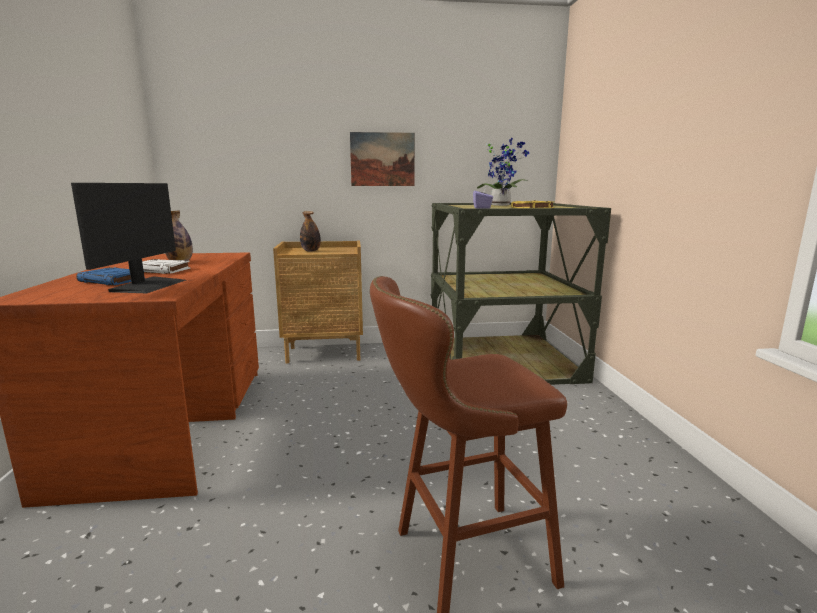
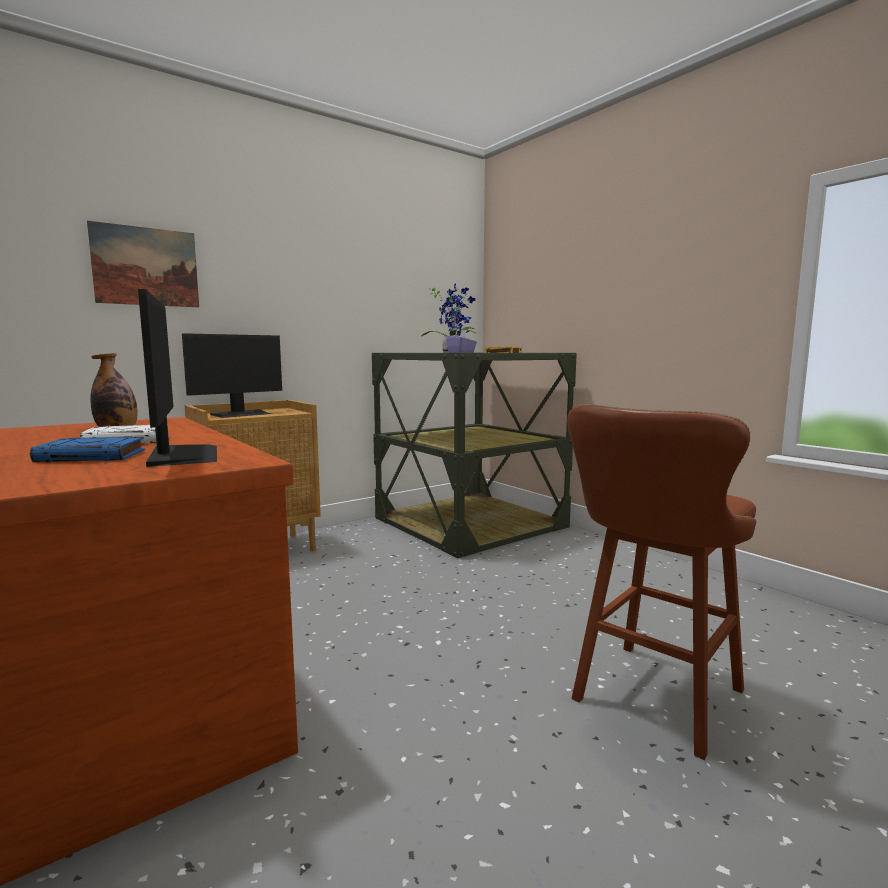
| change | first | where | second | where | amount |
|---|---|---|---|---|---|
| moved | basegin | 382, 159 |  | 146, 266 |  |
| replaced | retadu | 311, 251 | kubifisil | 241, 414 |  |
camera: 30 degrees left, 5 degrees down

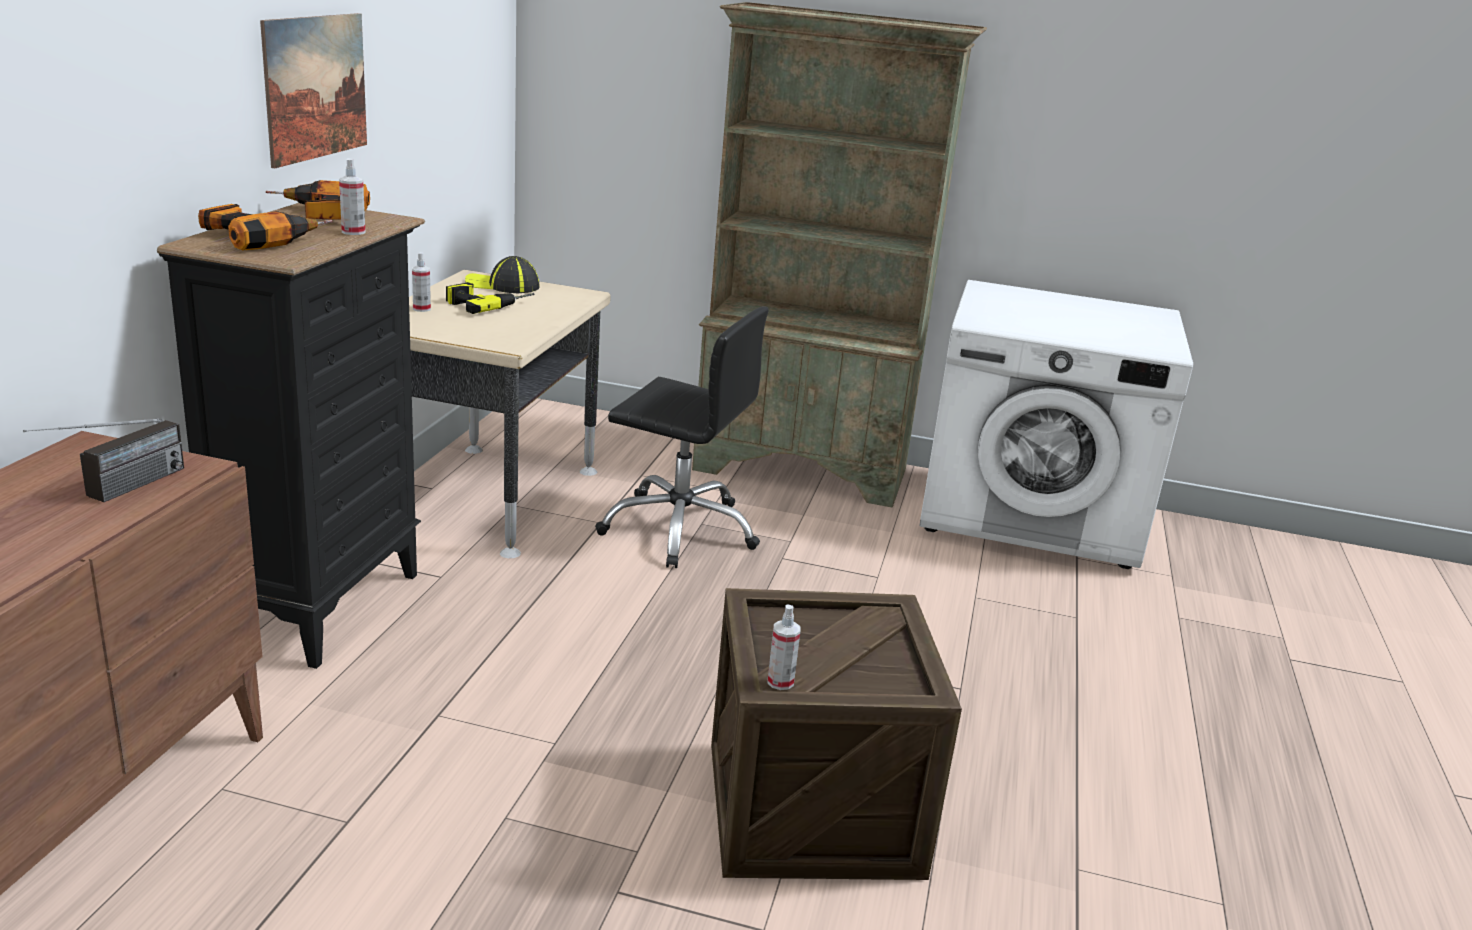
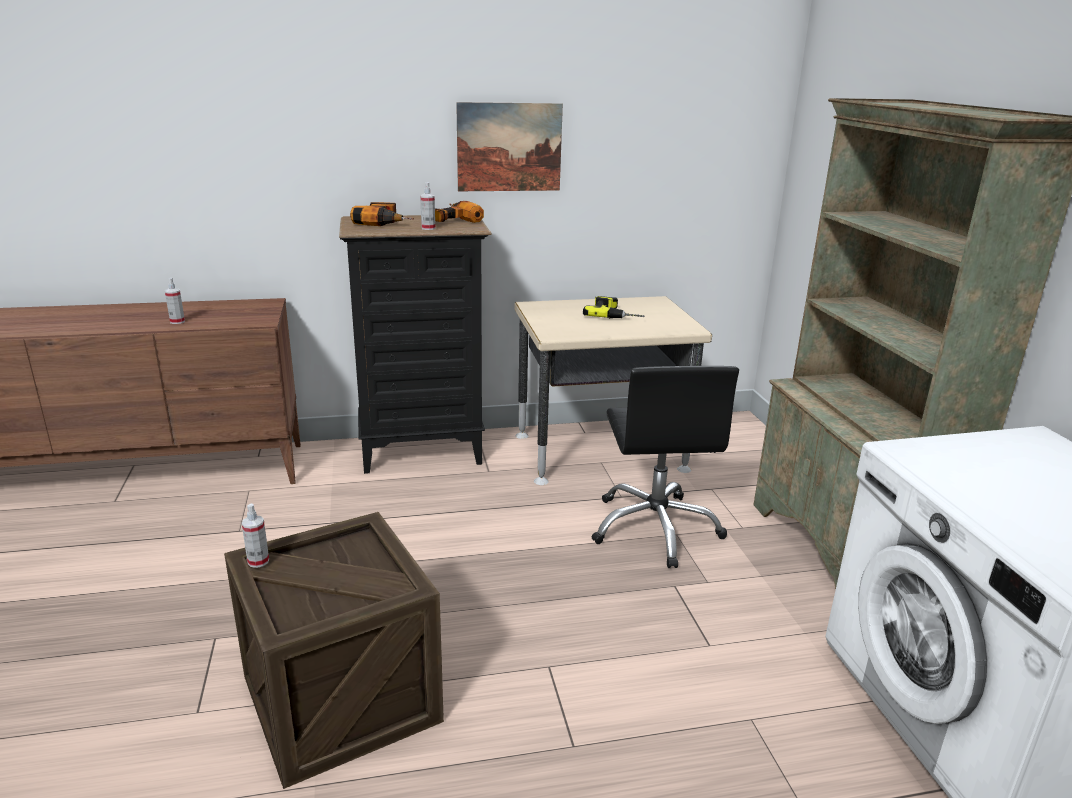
| change | first | where | second | where | amount |
|---|---|---|---|---|---|
| moved | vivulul | 421, 309 |  | 177, 321 |  |
| removed | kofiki | 116, 492 |  |  |  |
| removed | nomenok | 503, 286 |  |  |  |
camera: 65 degrees right, 0 degrees up

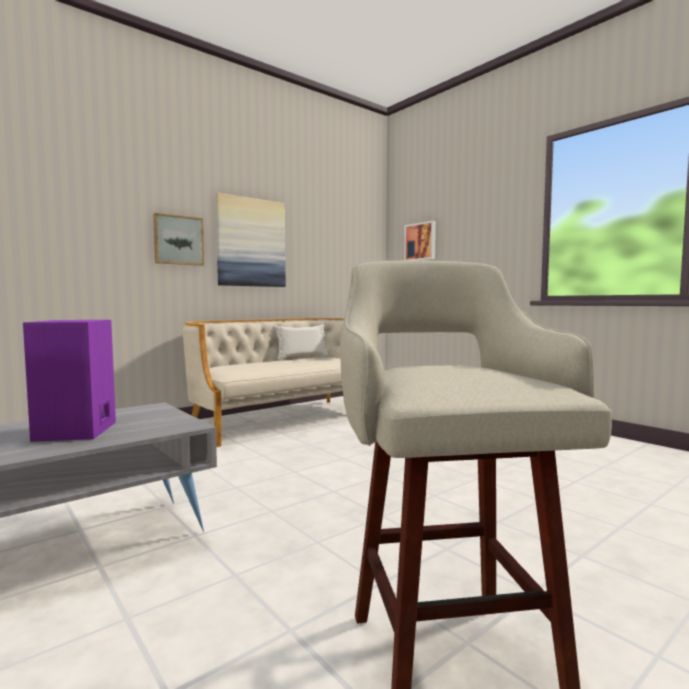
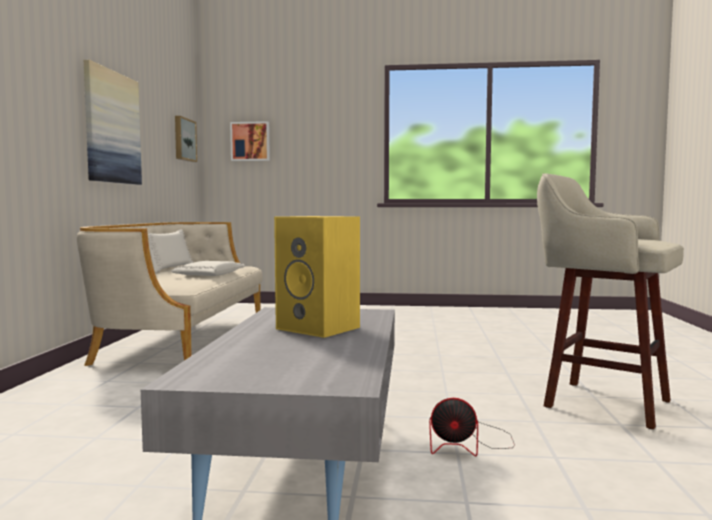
| change | first | where | second | where | amount |
|---|---|---|---|---|---|
| added |  |  | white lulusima | 210, 274 |  |
| moved | basegin | 178, 240 |  | 184, 139 |  |
| recoloured | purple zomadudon | 77, 431 | yellow zomadudon | 320, 328 |  |
| added |  |  | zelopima | 468, 444 |  |
camera: 45 degrees left, 0 degrees up

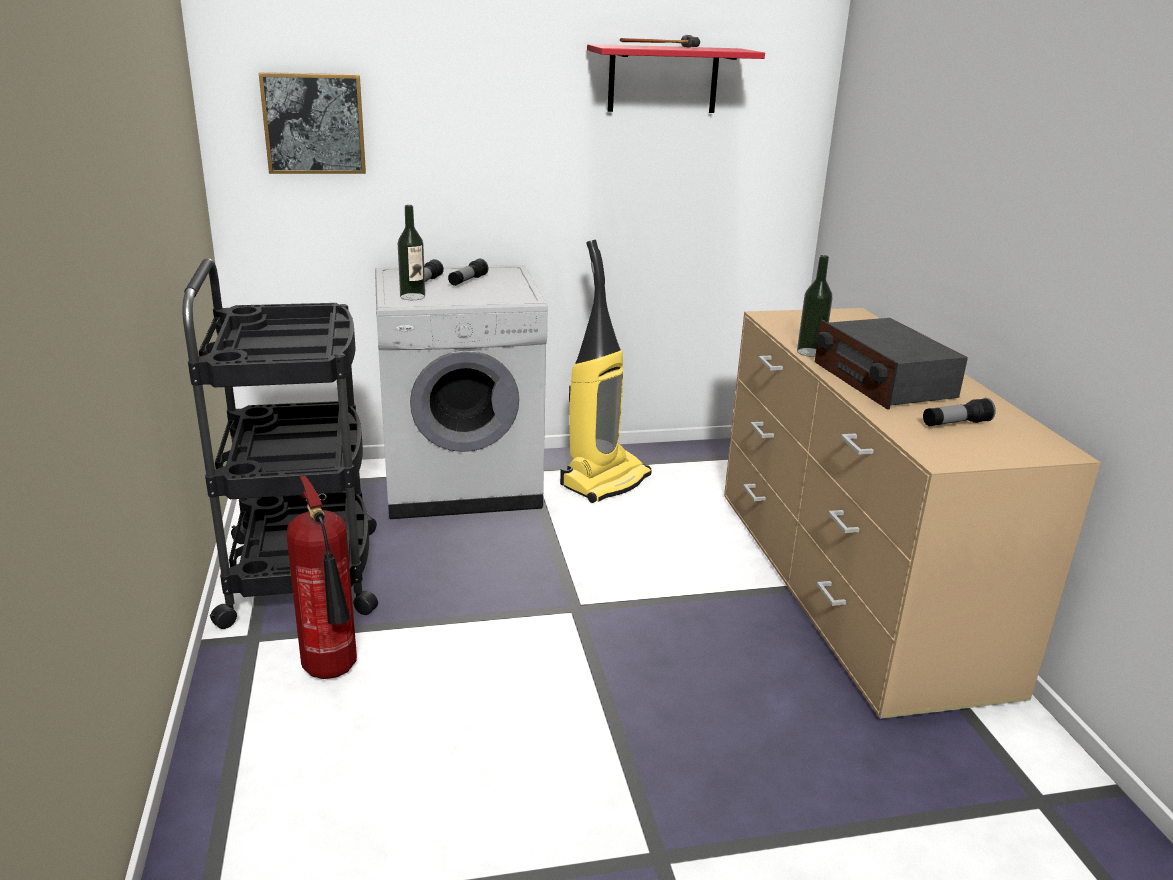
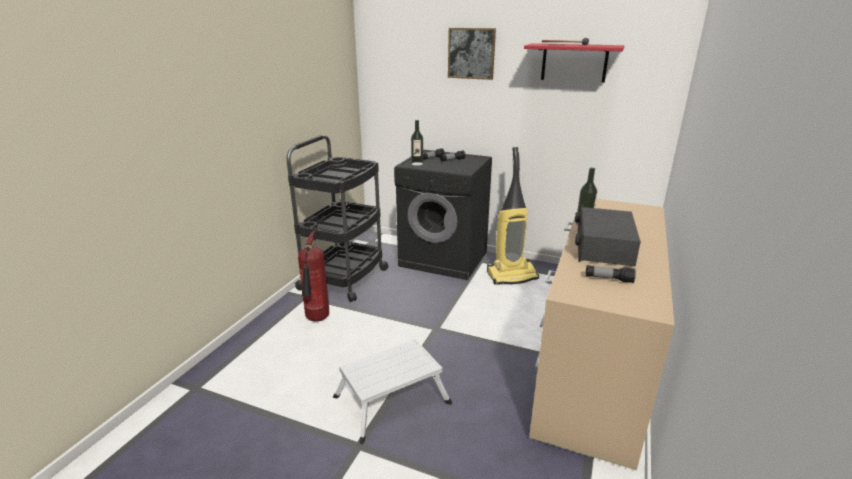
| change | first | where | second | where | amount |
|---|---|---|---|---|---|
| added |  |  | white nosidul | 392, 399 |  |
| recoloured | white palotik | 462, 485 | black palotik | 443, 260 |  |
| moved | basegin | 314, 124 |  | 471, 53 |  |
camera: 35 degrees right, 0 degrees up

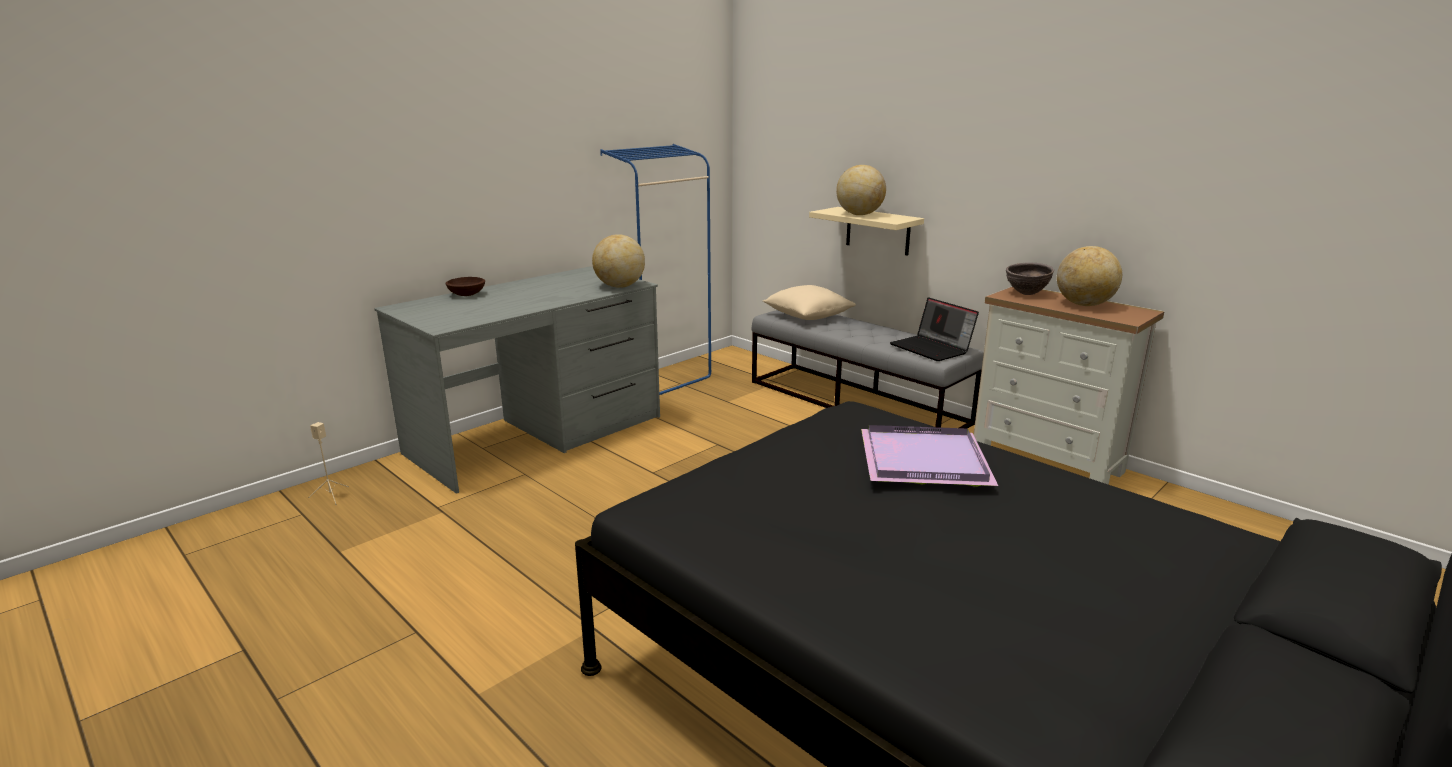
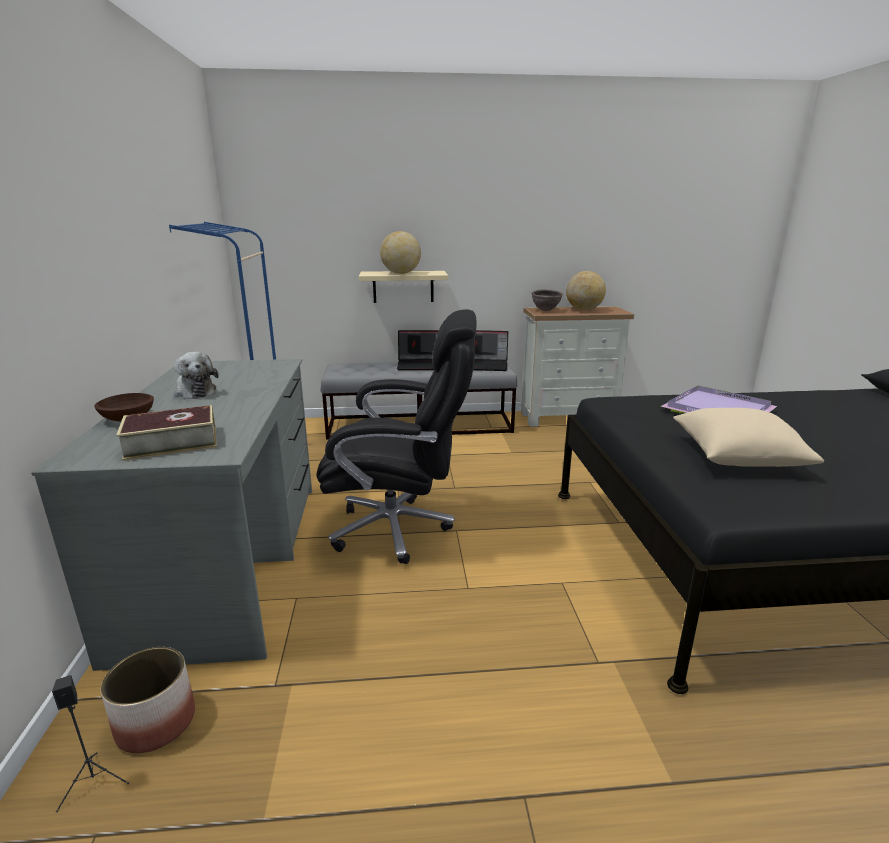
| change | first | where | second | where | amount |
|---|---|---|---|---|---|
| recoloured | beige zomadudon | 331, 496 | black zomadudon | 95, 781 |  |
| added |  |  | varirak | 155, 723 |  |
| added |  |  | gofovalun | 172, 443 |  |
| added |  |  | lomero | 195, 391 |  |
| added |  |  | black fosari | 399, 530 |  |
| added |  |  | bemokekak | 423, 365 |  |
| moved | beige lulusima | 807, 316 |  | 737, 458 |  |
| removed | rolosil | 619, 286 |  |  |  |
camera: 50 degrees left, 0 degrees up

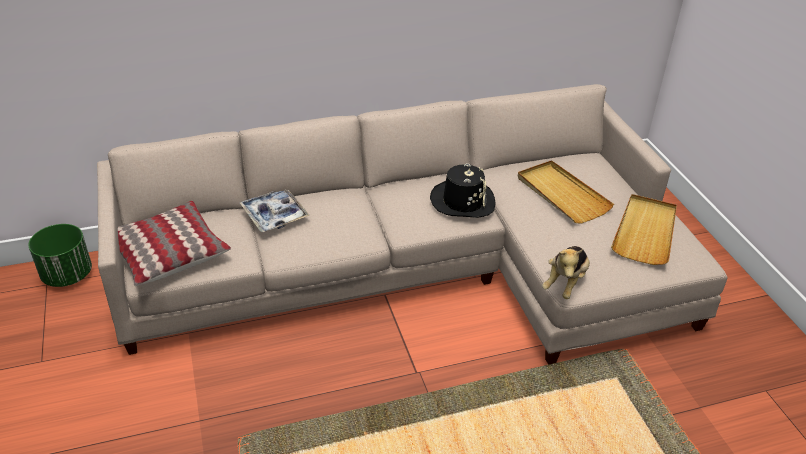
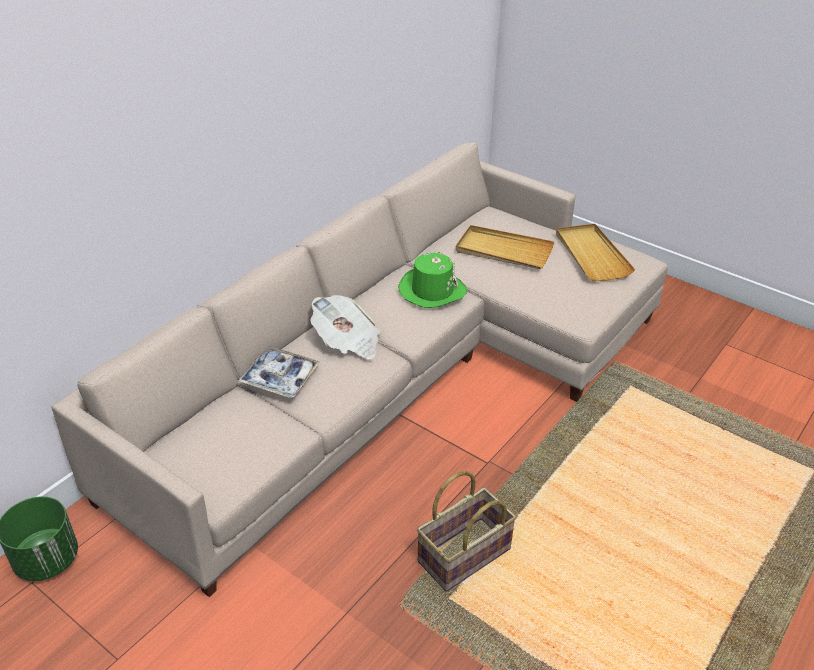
| change | first | where | second | where | amount |
|---|---|---|---|---|---|
| added |  |  | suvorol | 347, 342 |  |
| recoloured | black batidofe | 462, 201 | green batidofe | 431, 290 |  |
| added |  |  | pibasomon | 464, 556 |  |
| removed | lulusima | 168, 252 |  |  |  |
| removed | lomero | 565, 283 |  |  |  |
camera: 35 degrees left, 0 degrees up

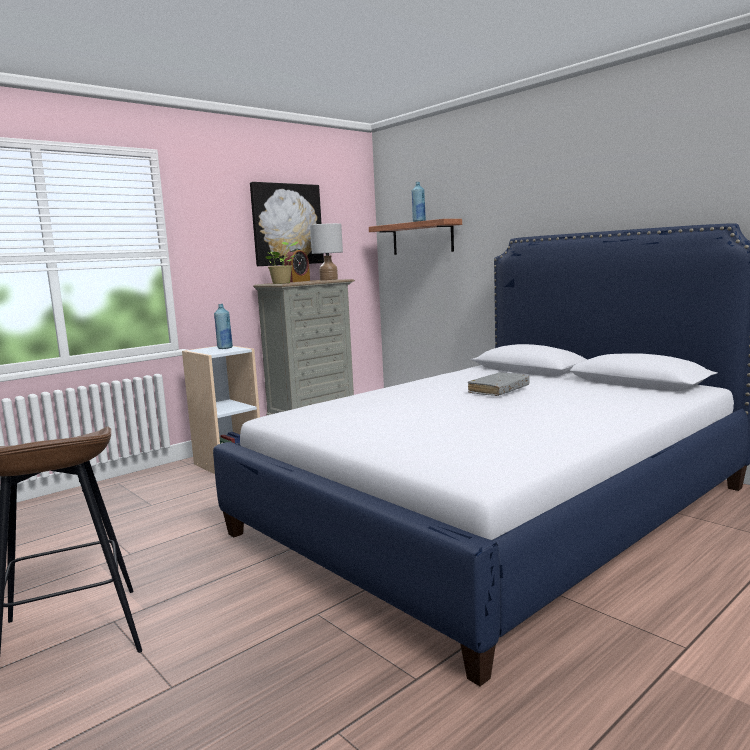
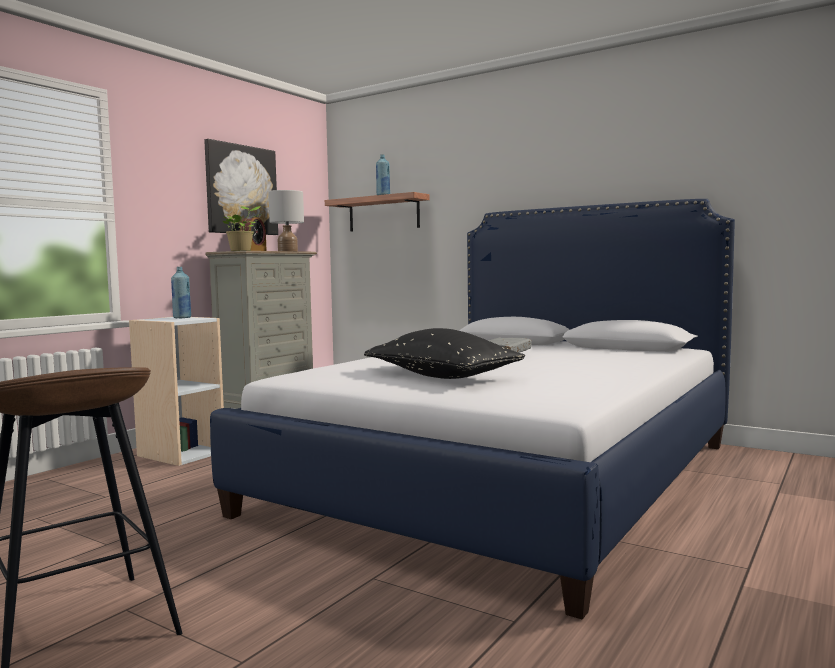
| change | first | where | second | where | amount |
|---|---|---|---|---|---|
| added |  |  | black lulusima | 442, 377 |  |
camera: 15 degrees left, 5 degrees down

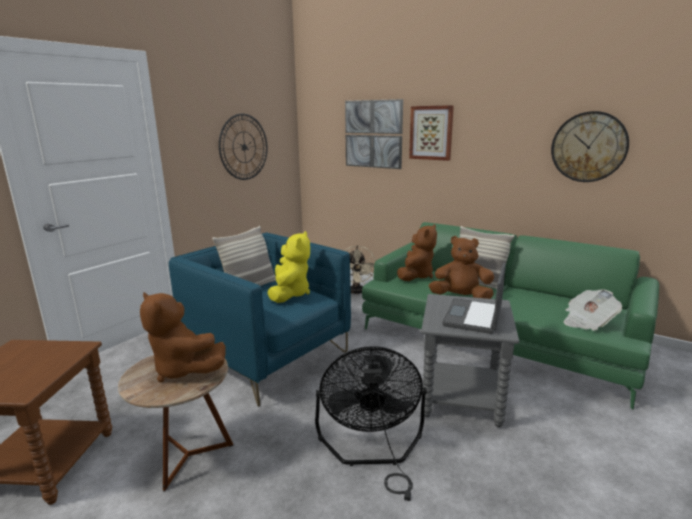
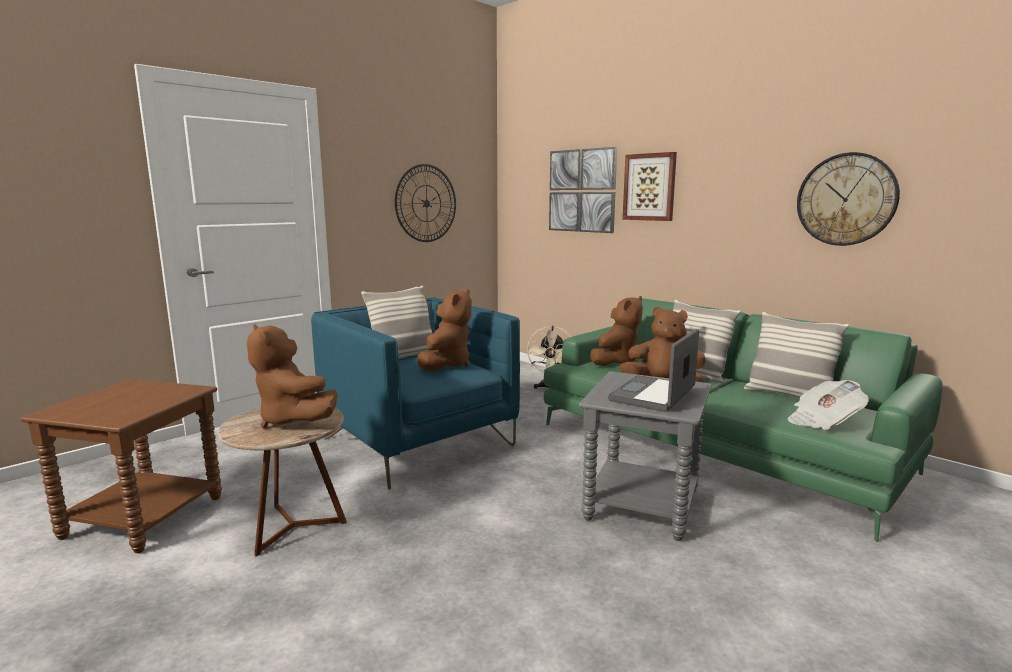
| change | first | where | second | where | amount |
|---|---|---|---|---|---|
| recoloured | yellow lomero | 290, 294 | brown lomero | 446, 364 |  |
| added |  |  | lulusima | 789, 395 |  |
| removed | black zelopima | 375, 453 |  |  |  |
camera: 10 degrees right, 5 degrees down

